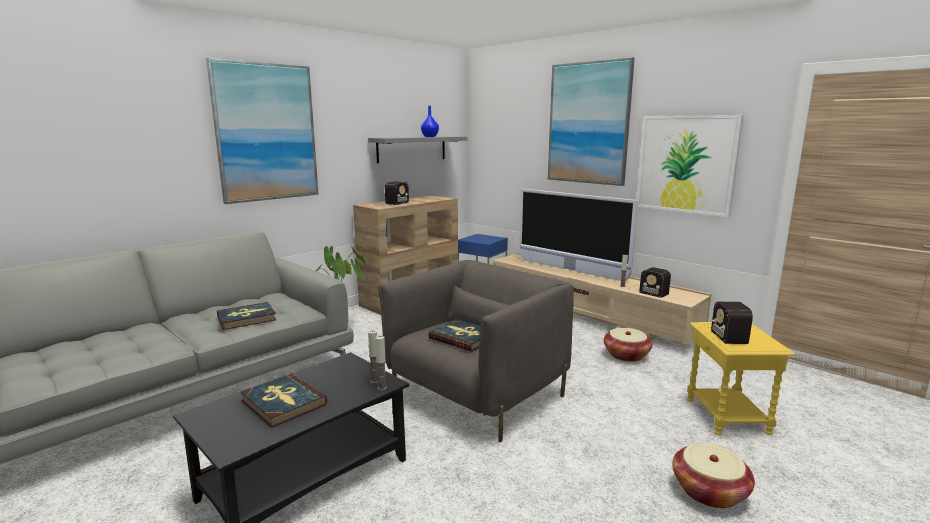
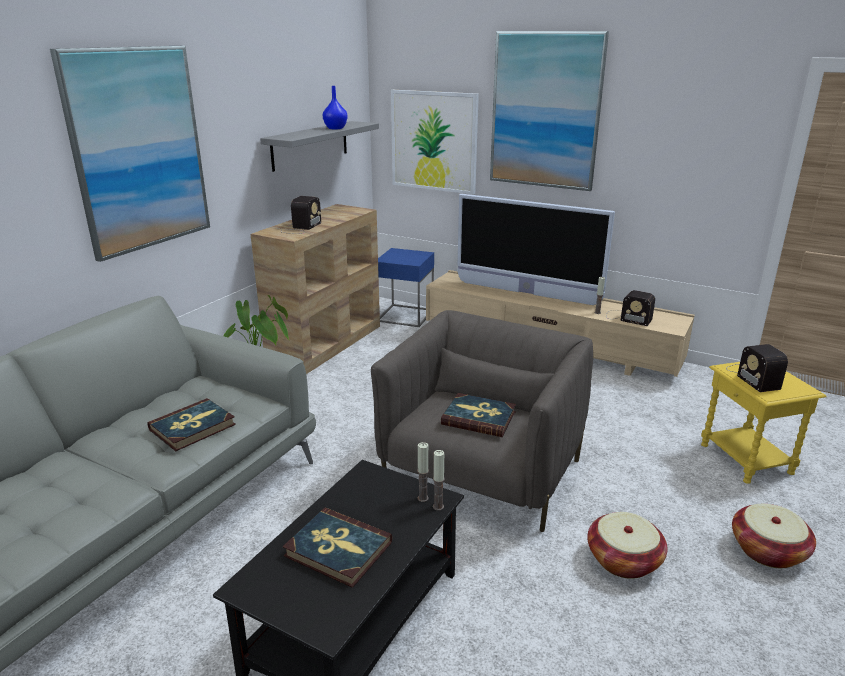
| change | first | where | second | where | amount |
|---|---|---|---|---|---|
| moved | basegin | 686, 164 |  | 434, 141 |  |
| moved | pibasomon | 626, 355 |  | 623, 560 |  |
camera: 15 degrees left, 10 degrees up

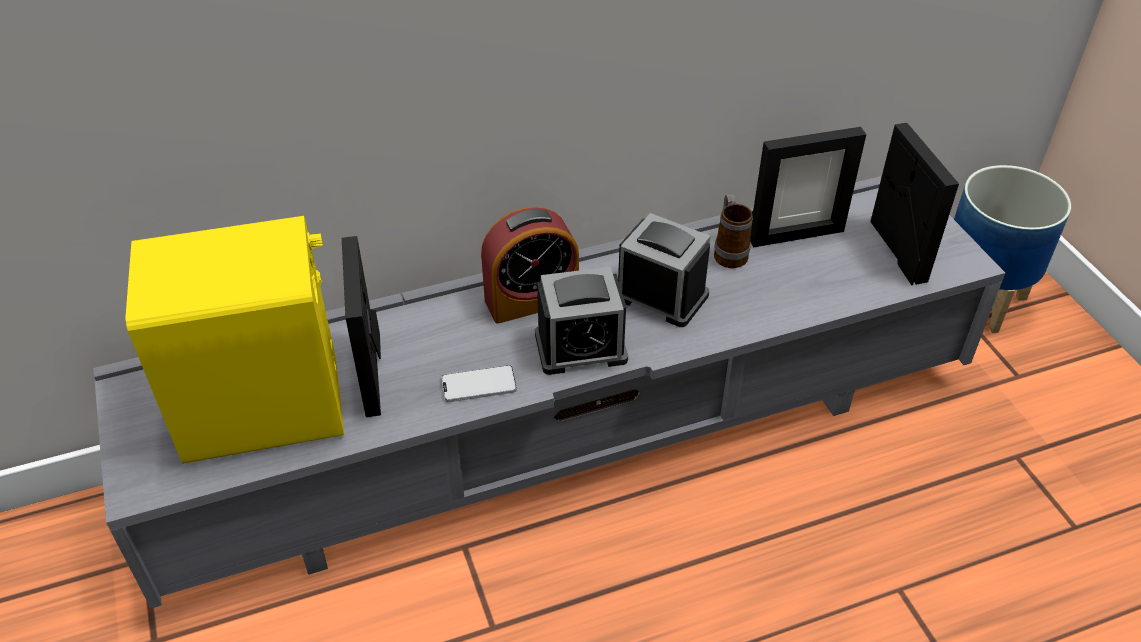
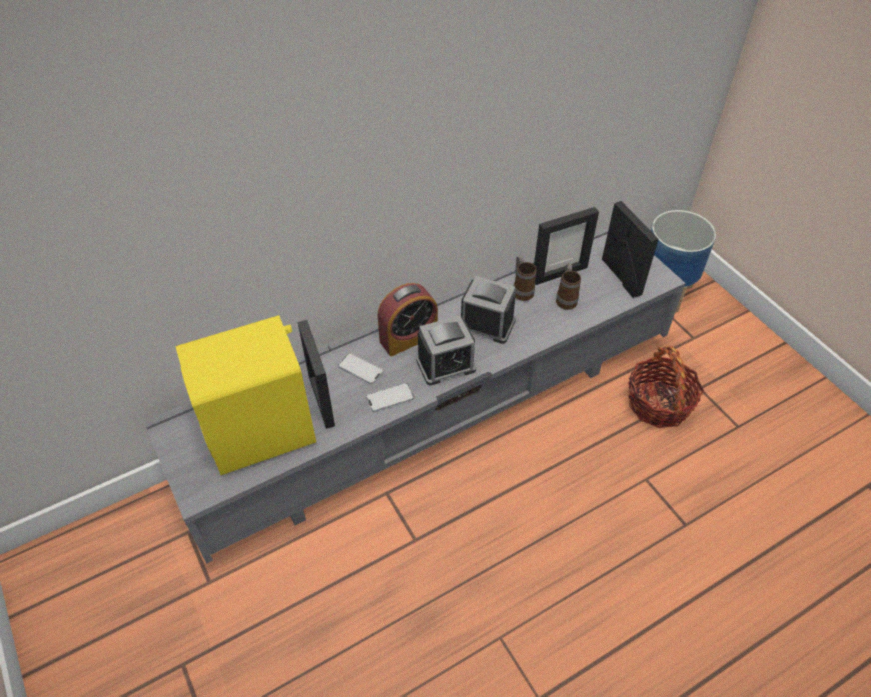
| change | first | where | second | where | amount |
|---|---|---|---|---|---|
| added |  |  | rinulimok | 360, 369 |  |
| added |  |  | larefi | 566, 299 |  |
| added |  |  | pibasomon | 658, 404 |  |
camera: 10 degrees left, 5 degrees up

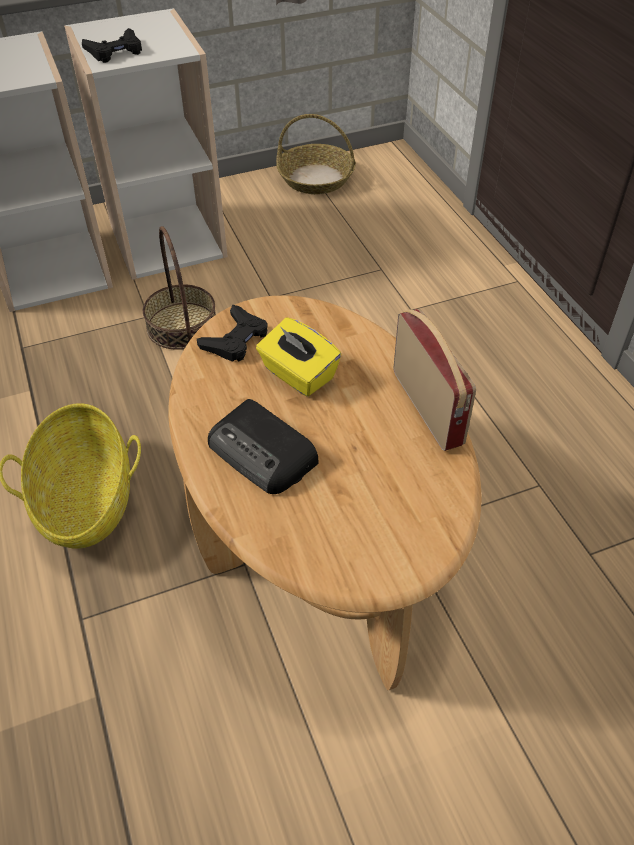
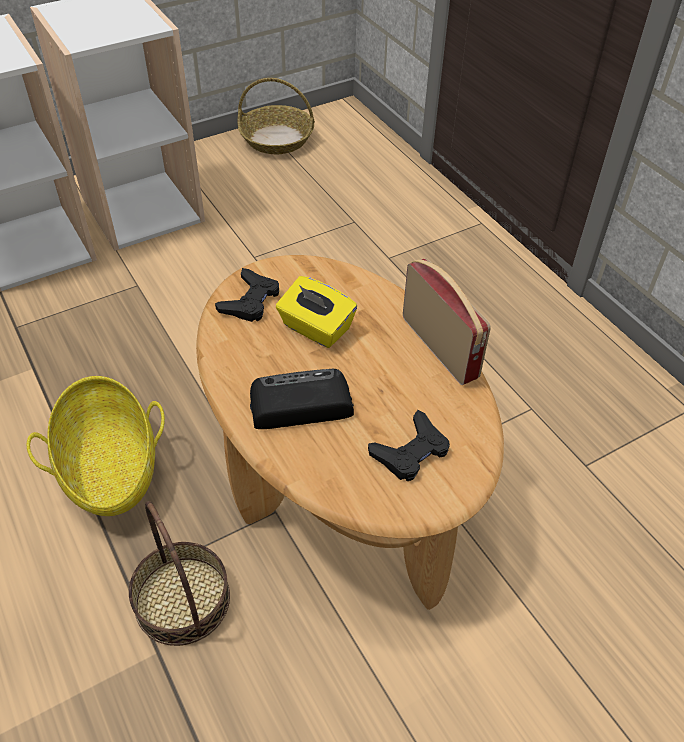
| change | first | where | second | where | amount |
|---|---|---|---|---|---|
| moved | pibasomon | 181, 326 |  | 182, 600 |  |
| turned | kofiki | 263, 453 |  | 299, 404 | 135 degrees clockwise |
| moved | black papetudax | 115, 51 |  | 411, 452 |  |
camera: 10 degrees left, 0 degrees up

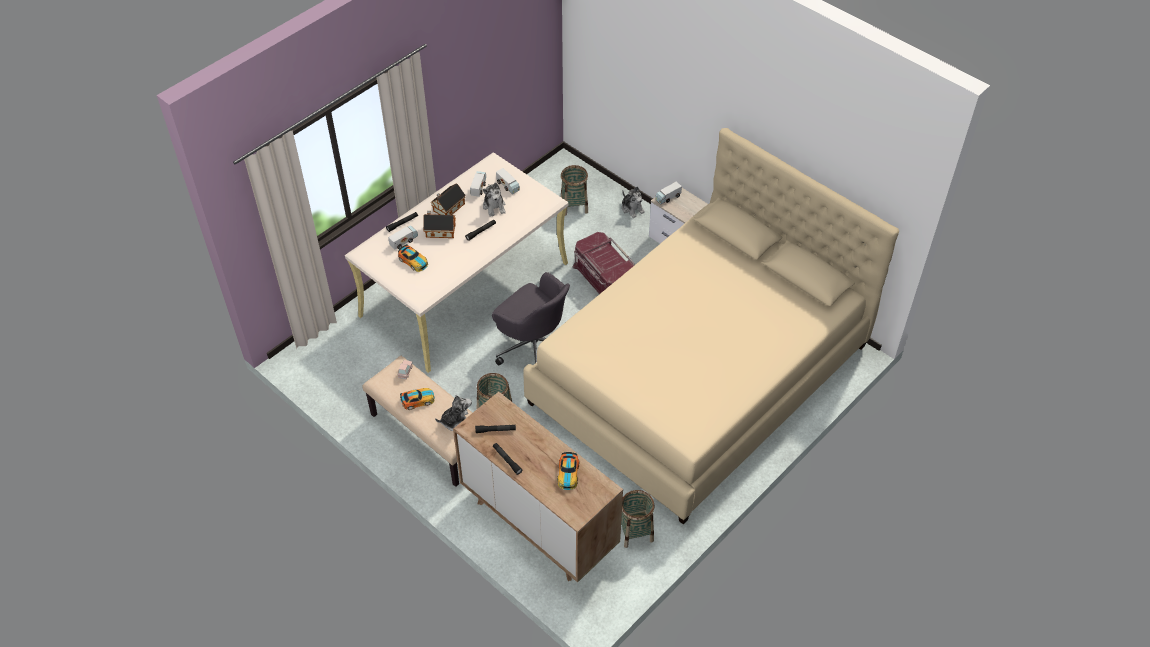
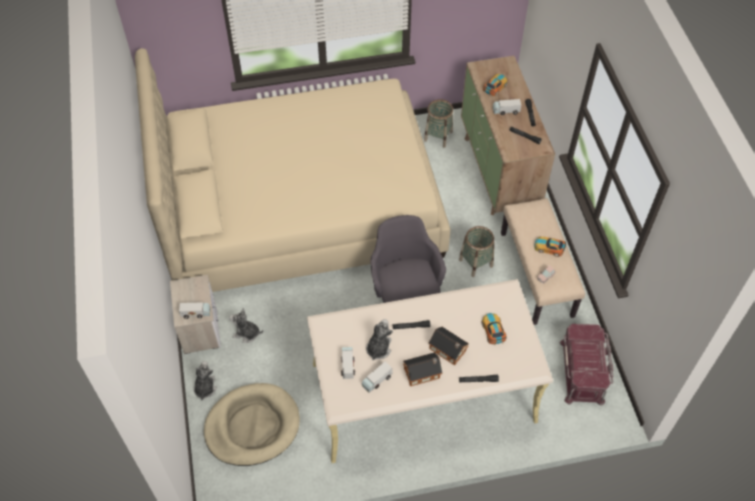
| change | first | where | second | where | amount |
|---|---|---|---|---|---|
| replaced | pibasomon | 574, 205 | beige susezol | 252, 426 |  |
| moved | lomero | 456, 421 |  | 246, 333 |  |
| moved | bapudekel | 404, 241 |  | 505, 111 |  |
| moved | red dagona | 604, 279 |  | 582, 371 |  |
camera: 145 degrees left, 5 degrees up

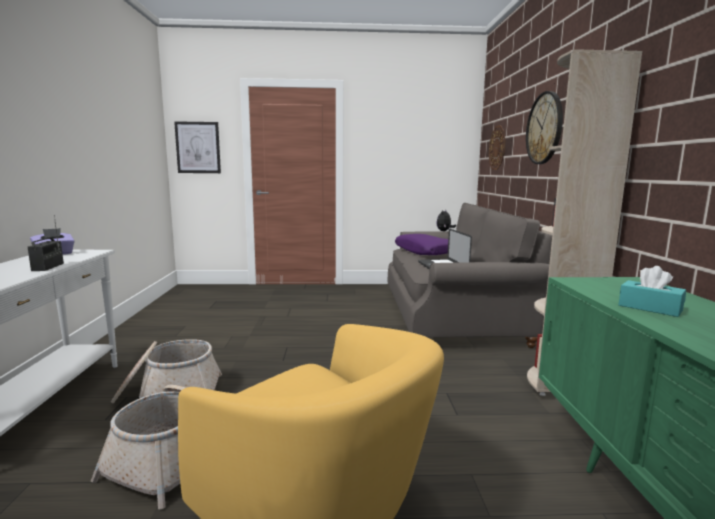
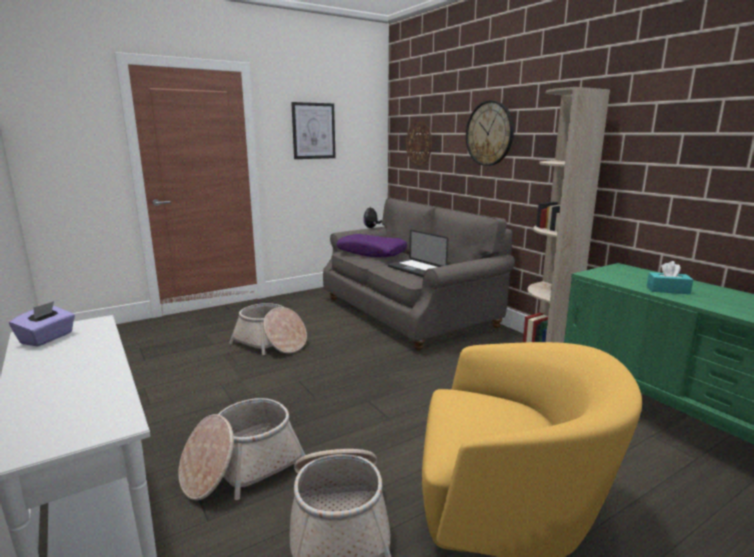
| change | first | where | second | where | amount |
|---|---|---|---|---|---|
| added |  |  | pibasomon | 271, 343 |  |
| moved | basegin | 198, 147 |  | 313, 131 |  |
| removed | kofiki | 48, 267 |  |  |  |
camera: 30 degrees left, 5 degrees up

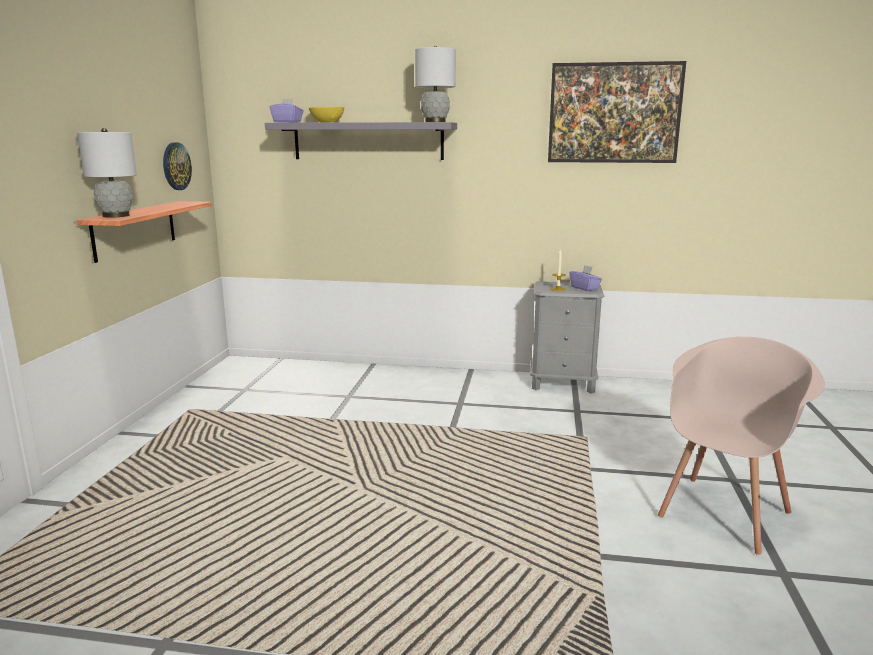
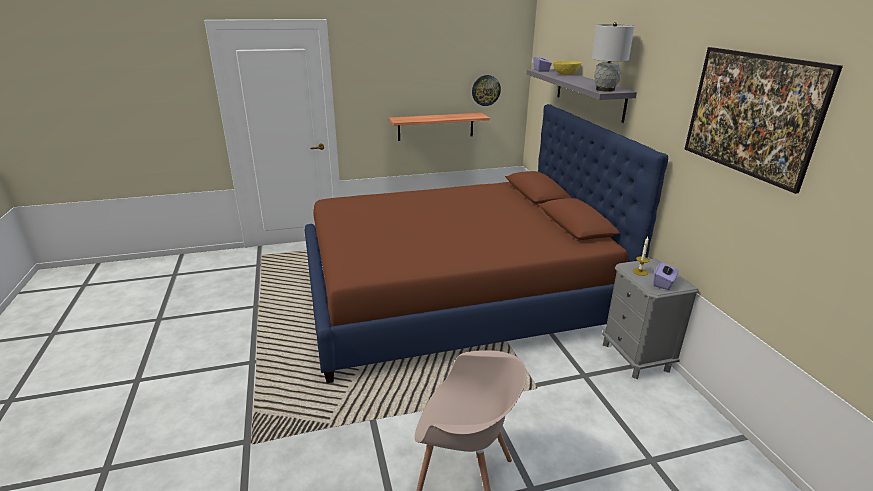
| change | first | where | second | where | amount |
|---|---|---|---|---|---|
| added |  |  | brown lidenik | 456, 297 |  |
| removed | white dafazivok | 116, 215 |  |  |  |
camera: 65 degrees right, 10 degrees up

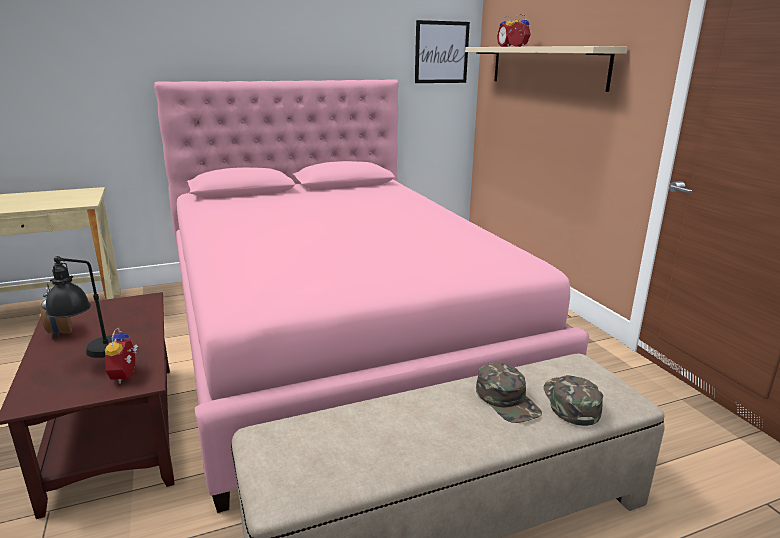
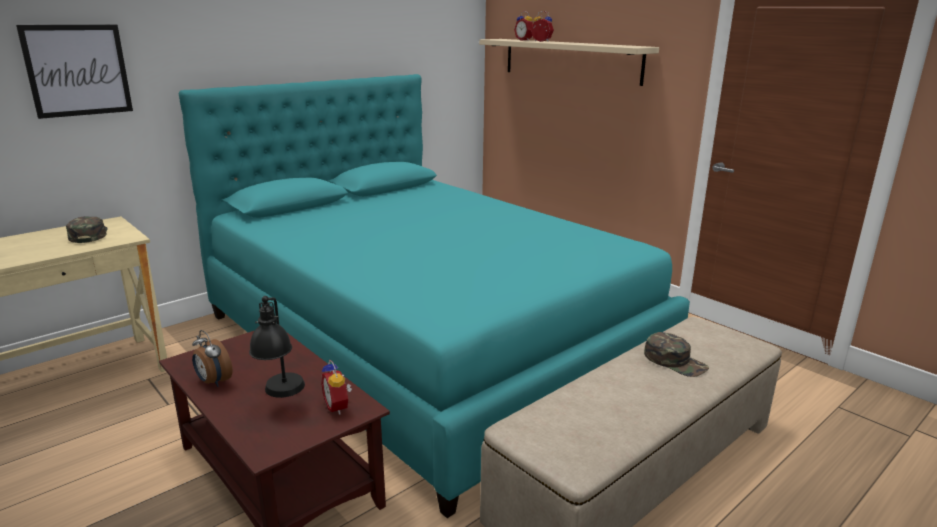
| change | first | where | second | where | amount |
|---|---|---|---|---|---|
| moved | basegin | 441, 52 |  | 78, 70 |  |
| moved | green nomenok | 570, 402 |  | 88, 235 |  |
| recoloured | pink lidenik | 337, 335 | turquoise lidenik | 426, 343 |  |
camera: 20 degrees left, 0 degrees up

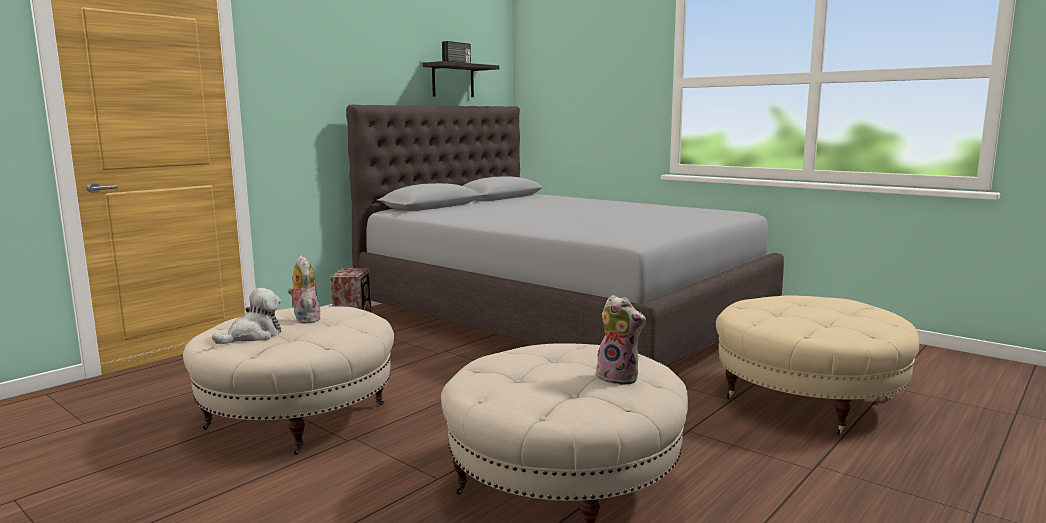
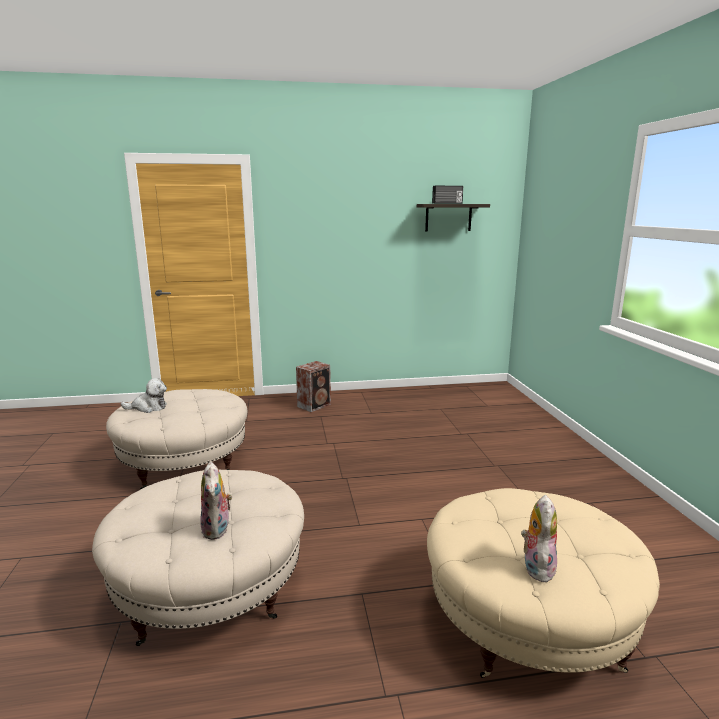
| change | first | where | second | where | amount |
|---|---|---|---|---|---|
| moved | lomero | 305, 319 |  | 536, 567 |  |
| removed | grey lidenik | 560, 316 |  |  |  |
camera: 40 degrees right, 5 degrees up

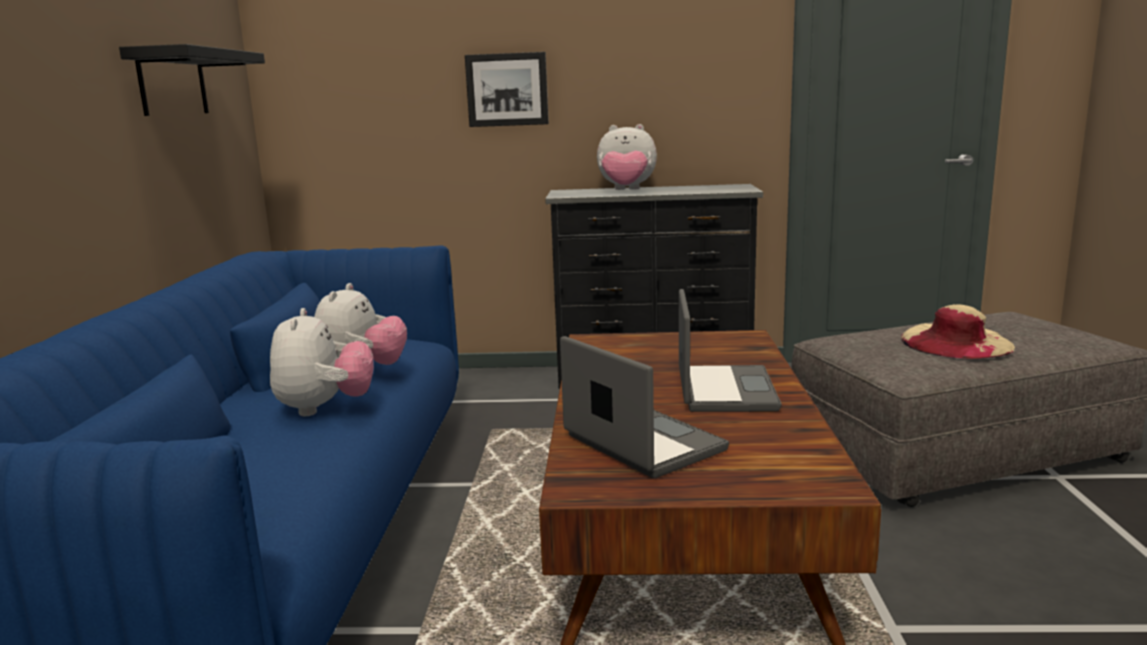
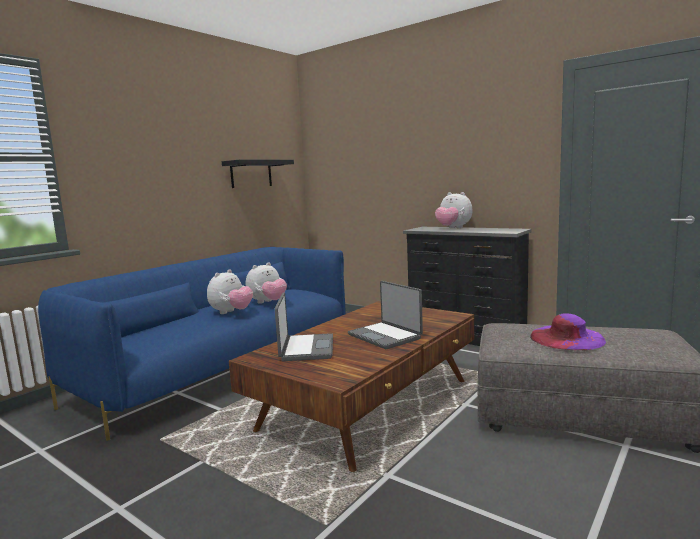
| change | first | where | second | where | amount |
|---|---|---|---|---|---|
| turned | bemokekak | 723, 390 |  | 385, 336 | 105 degrees clockwise |
| recoloured | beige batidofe | 955, 342 | purple batidofe | 567, 338 |  |
| removed | basegin | 507, 89 |  |  |  |
camera: 35 degrees right, 5 degrees down

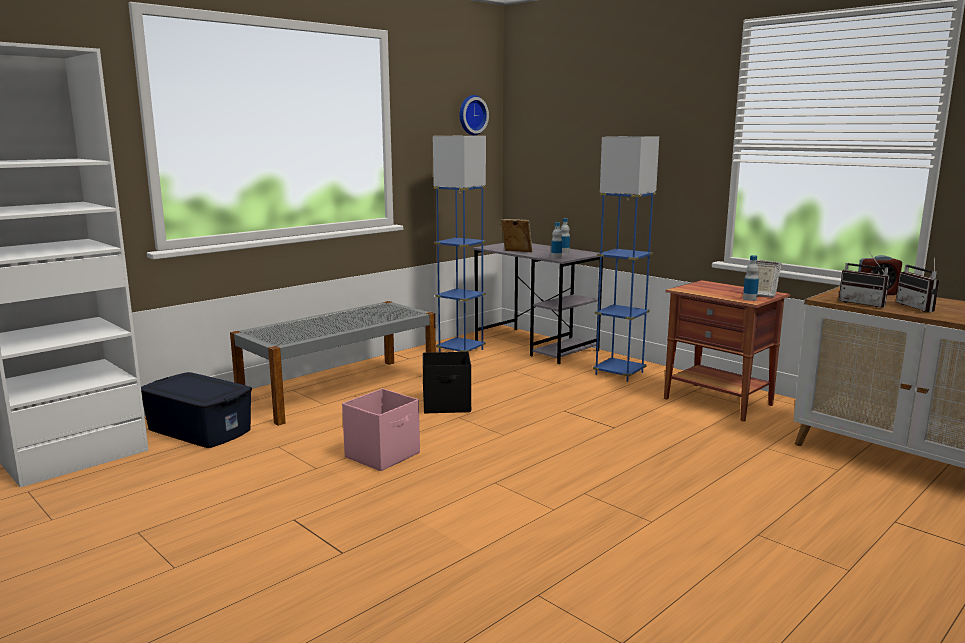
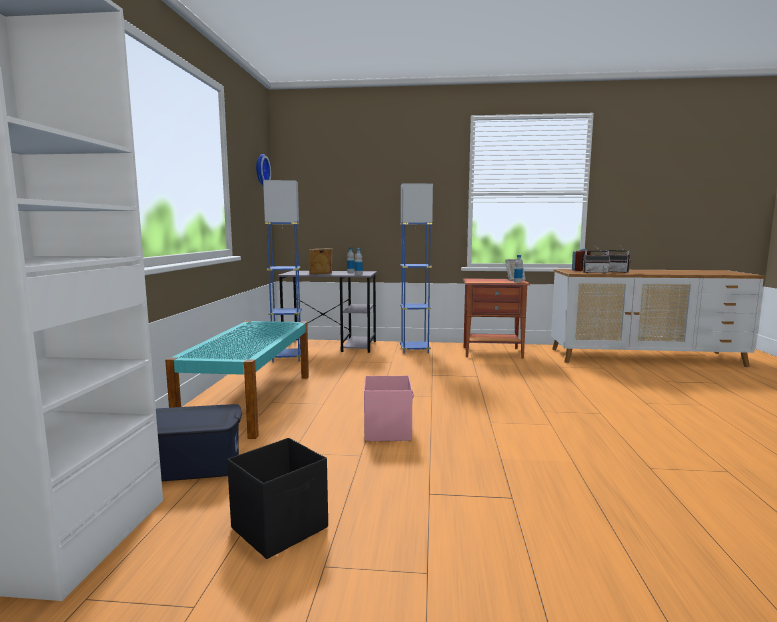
| change | first | where | second | where | amount |
|---|---|---|---|---|---|
| recoloured | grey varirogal | 340, 389 | turquoise varirogal | 250, 401 |  |
| moved | black dagona | 447, 405 |  | 281, 528 |  |
camera: 40 degrees left, 5 degrees down

